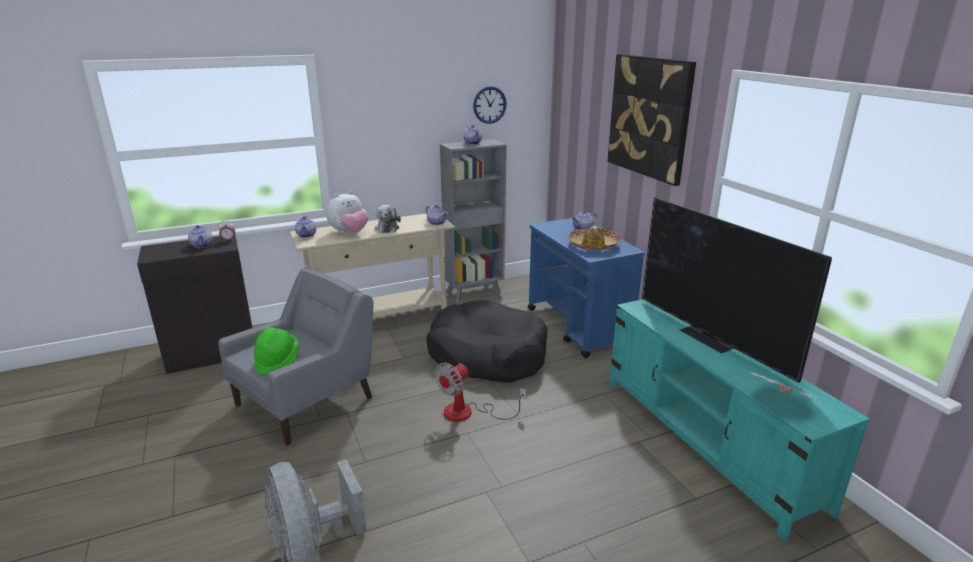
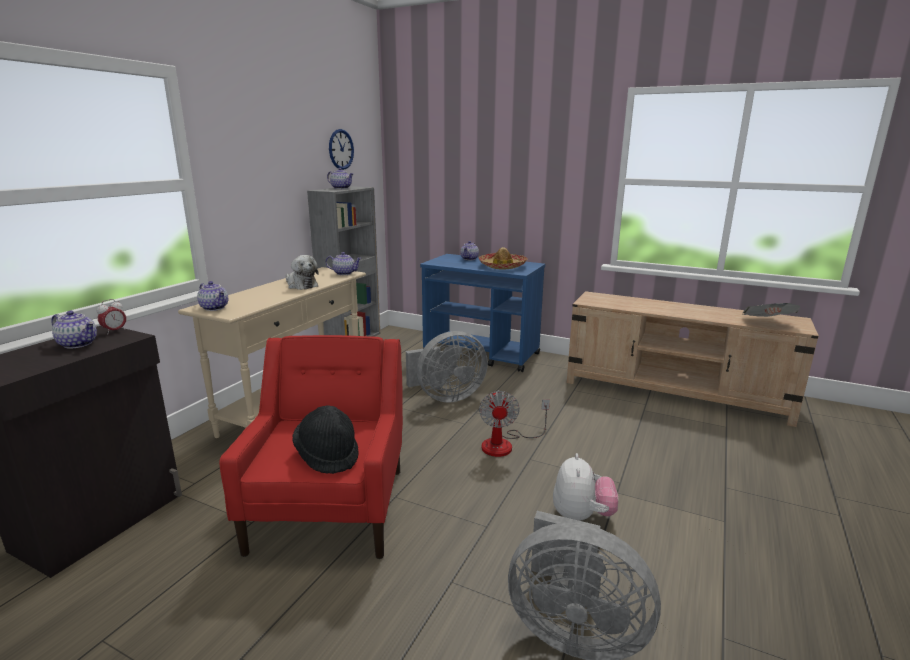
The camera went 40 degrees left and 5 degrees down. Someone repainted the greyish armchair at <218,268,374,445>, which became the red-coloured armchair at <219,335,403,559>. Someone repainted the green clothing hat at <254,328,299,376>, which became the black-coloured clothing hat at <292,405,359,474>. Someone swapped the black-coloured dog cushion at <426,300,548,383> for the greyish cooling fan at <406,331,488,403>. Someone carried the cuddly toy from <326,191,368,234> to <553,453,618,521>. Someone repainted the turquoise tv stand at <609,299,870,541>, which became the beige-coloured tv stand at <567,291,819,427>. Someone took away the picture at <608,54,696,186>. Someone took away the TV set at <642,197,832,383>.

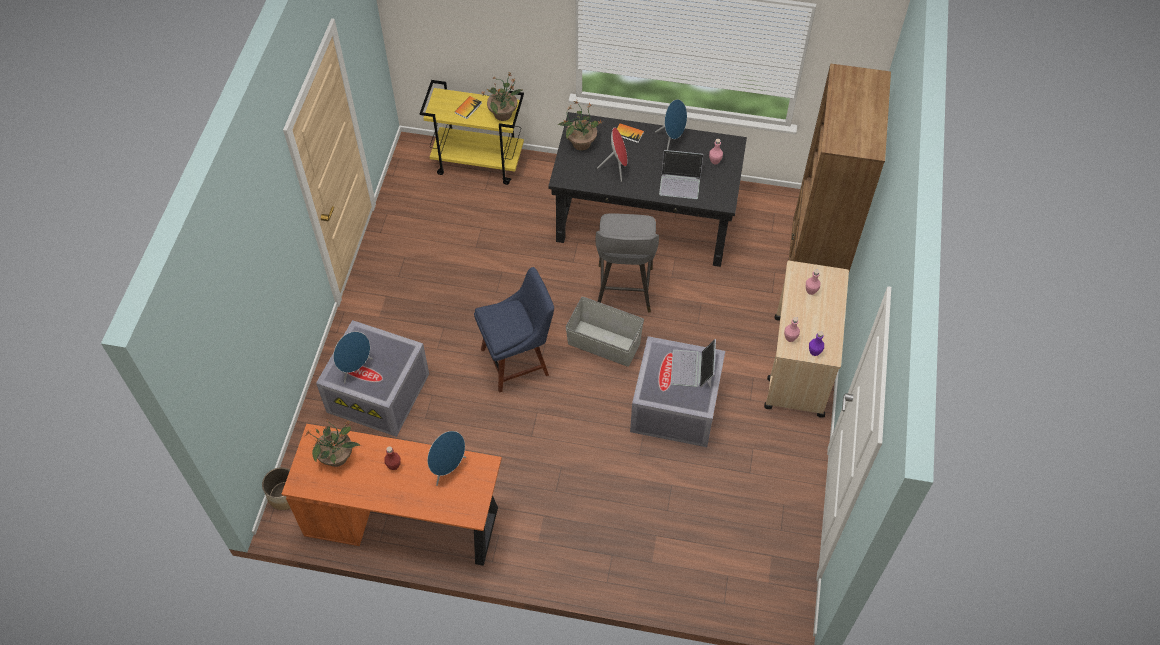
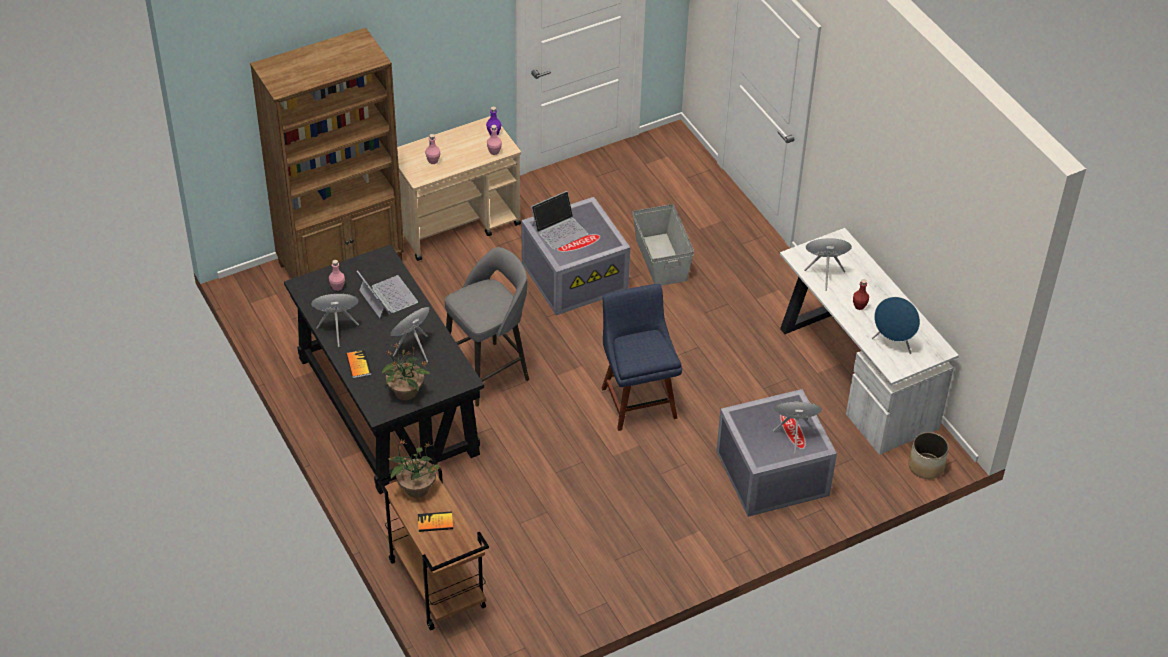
The camera went 130 degrees left and 10 degrees down. Someone repainted the yellow-coloured wheeled cart at <420,80,524,185>, which became the brown-coloured wheeled cart at <377,457,489,631>. Someone rotated the blue upright chair at <474,267,554,393> by 45 degrees clockwise. Someone carried the greyish storage bin from <566,297,644,367> to <632,204,694,286>. Someone repainted the orangey desk at <282,424,502,566>, which became the white-coloured desk at <780,228,959,455>. Someone swapped the houseplant at <304,419,361,467> for the blue audio speaker at <872,297,920,354>.

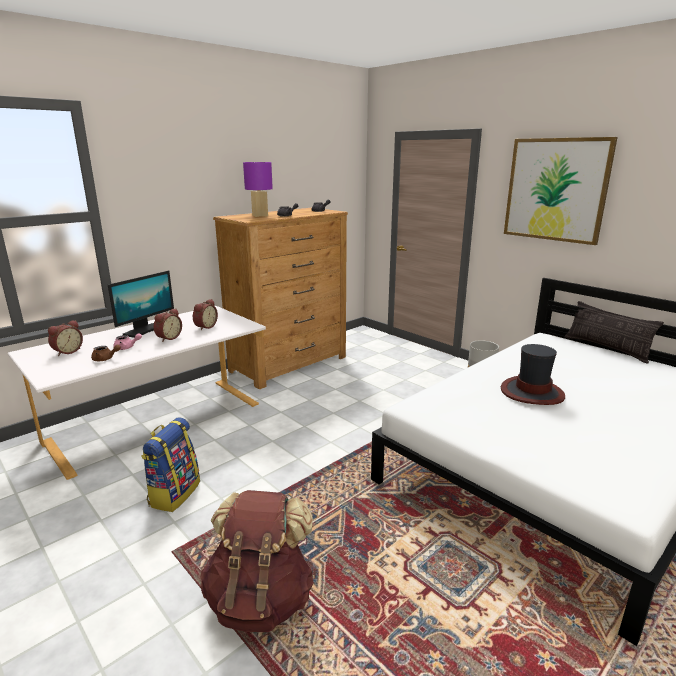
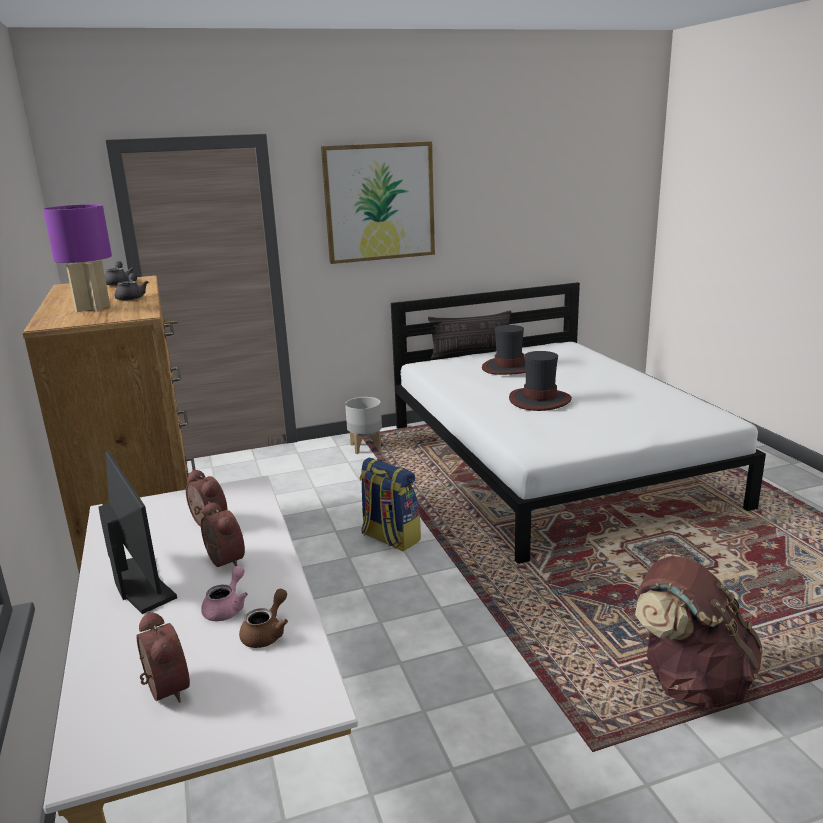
The camera went 65 degrees left and 0 degrees up. Someone carried the backpack from <141,417,200,512> to <360,458,421,551>. Someone put down the clothing hat at <482,325,526,375>.

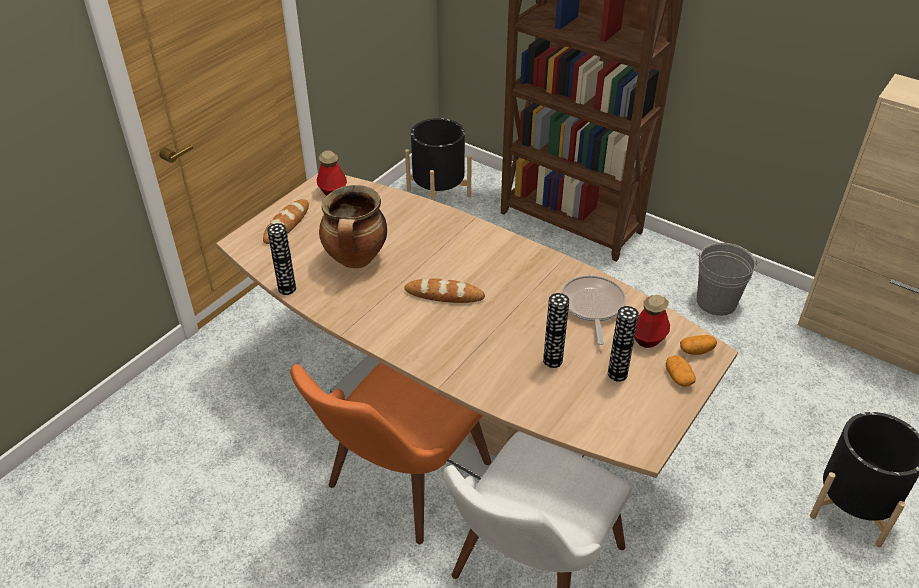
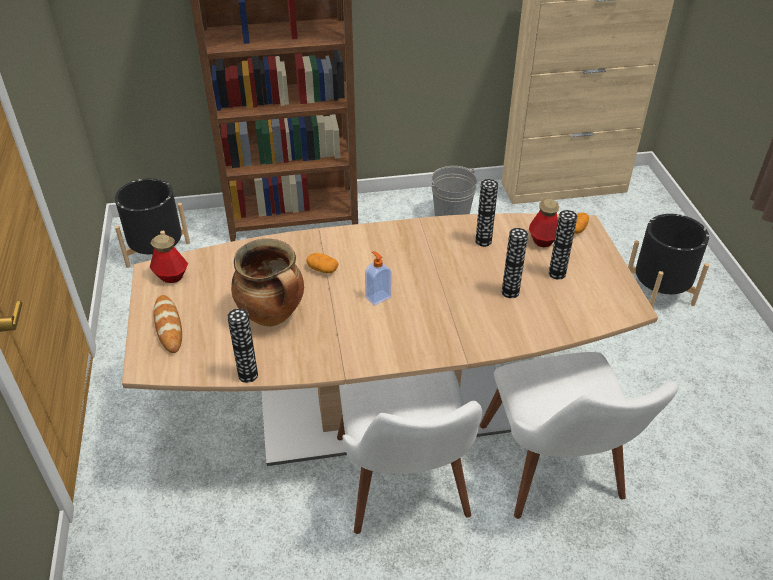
The camera went 45 degrees left and 0 degrees up. Someone carried the whole potato from <666,355,696,387> to <306,253,338,273>. Someone repainted the orangey upright chair at <290,362,492,544>, which became the white-coloured upright chair at <337,371,482,534>. Someone swapped the bread at <404,278,485,303> for the liquid soap bottle at <365,251,391,306>. Someone swapped the frying pan at <561,275,626,345> for the decorative vase at <475,179,498,247>.

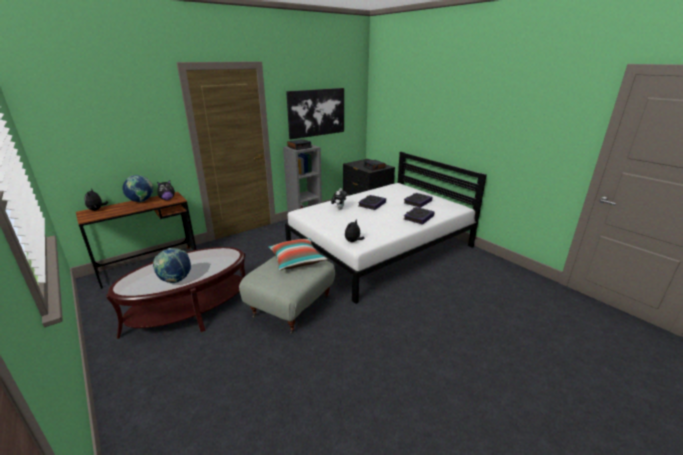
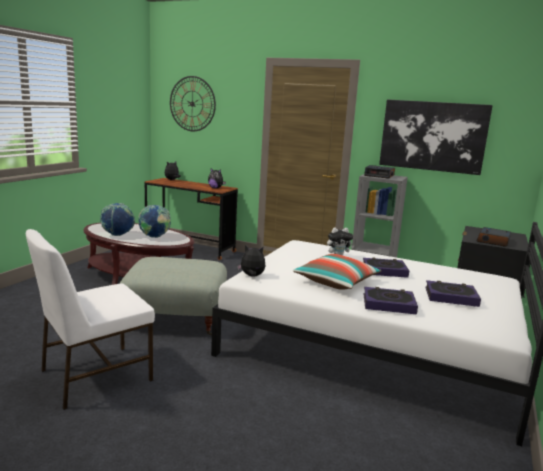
The camera went 60 degrees right and 10 degrees down. Someone put down the white-coloured upright chair at <26,229,155,410>. Someone carried the globe from <122,175,154,202> to <139,205,171,238>. Someone put up the clock on the wall at <170,76,216,131>. Someone carried the throw pillow from <268,238,327,270> to <293,254,381,290>.

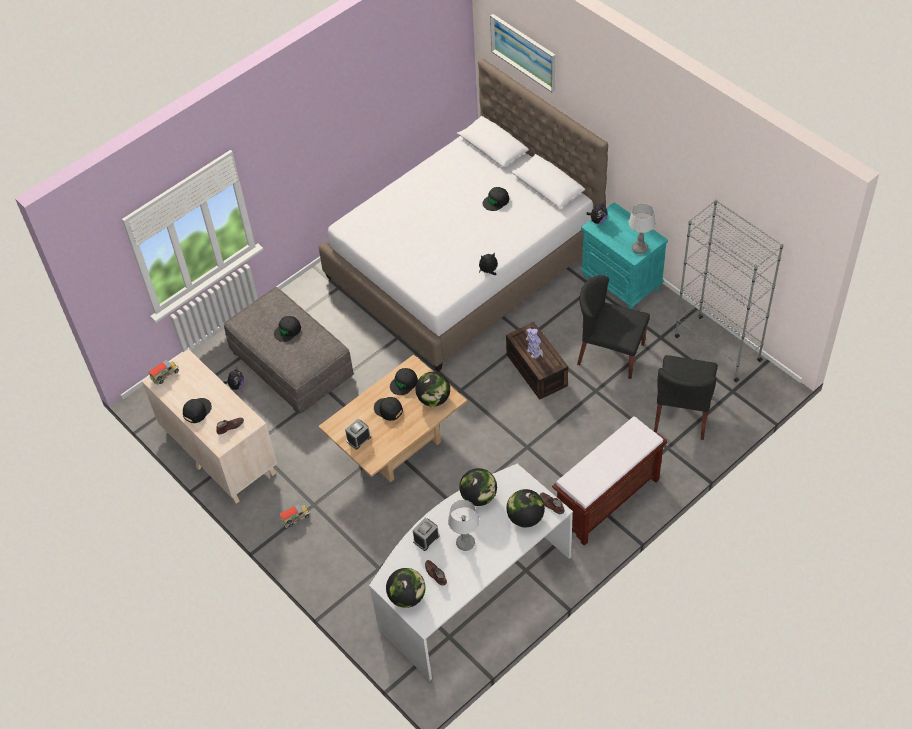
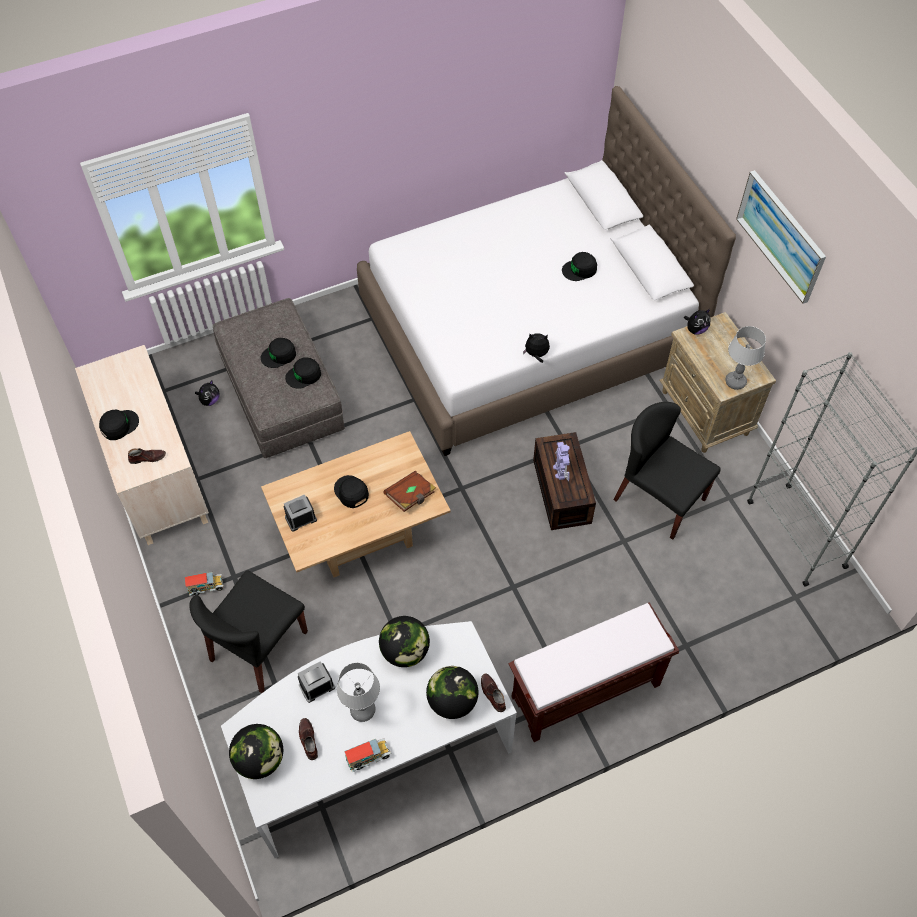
The camera went 15 degrees right and 5 degrees up. Someone carried the black-coloured upright chair from <654,355,718,440> to <189,570,308,693>. Someone carried the black-coloured cap from <390,368,418,395> to <285,357,321,389>. Someone carried the model truck from <148,360,179,385> to <344,738,391,773>. Someone swapped the globe at <415,372,450,407> for the brown-coloured bound book at <383,471,436,512>. Someone repainted the turquoise bedside table at <579,202,668,309>, which became the beige-coloured bedside table at <660,312,776,453>. Someone carried the picture from <490,14,555,92> to <736,170,826,304>.

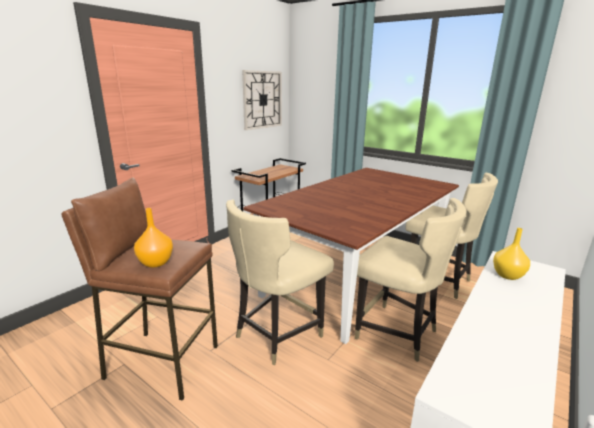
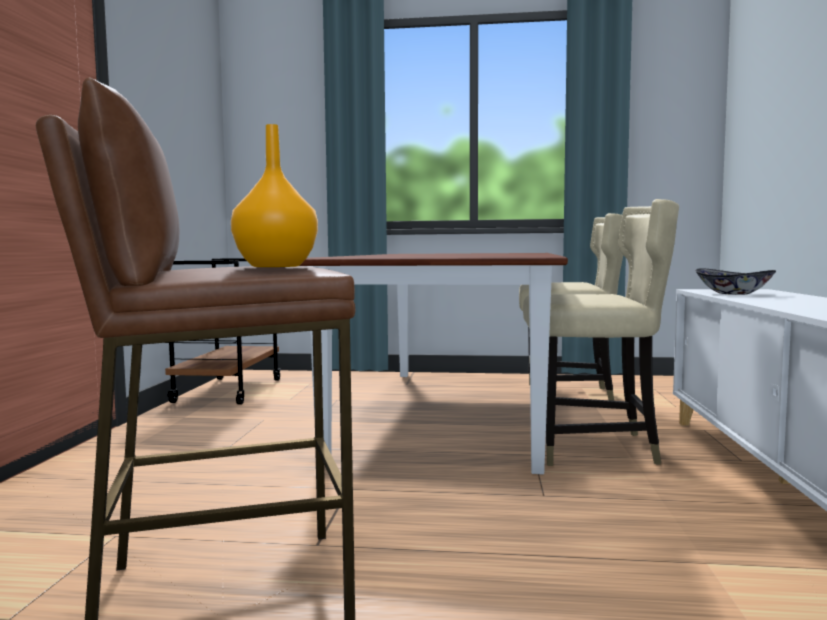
The camera went 30 degrees left and 15 degrees down. Someone swapped the yellow-coloured decorative vase at <493,228,530,280> for the bowl at <695,268,776,295>. Someone took away the beige-coloured upright chair at <226,200,334,365>. Someone took away the clock on the wall at <242,70,281,130>.

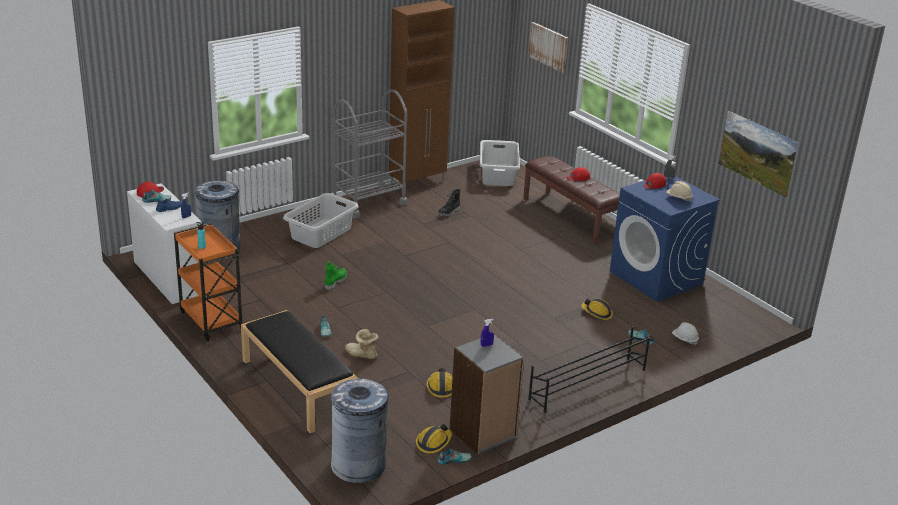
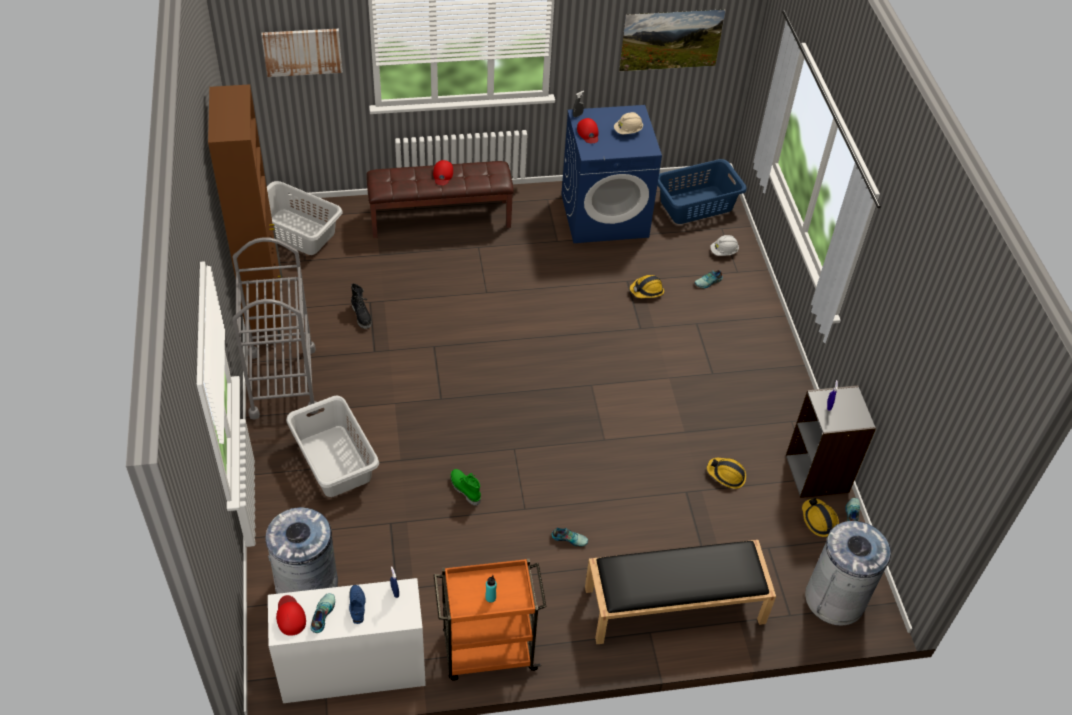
The camera went 65 degrees left and 20 degrees up. Someone put down the blue washing basket at <658,159,747,224>. Someone took away the high-top boot at <345,329,379,359>. Someone took away the black-coloured shoe rack at <528,326,650,413>.

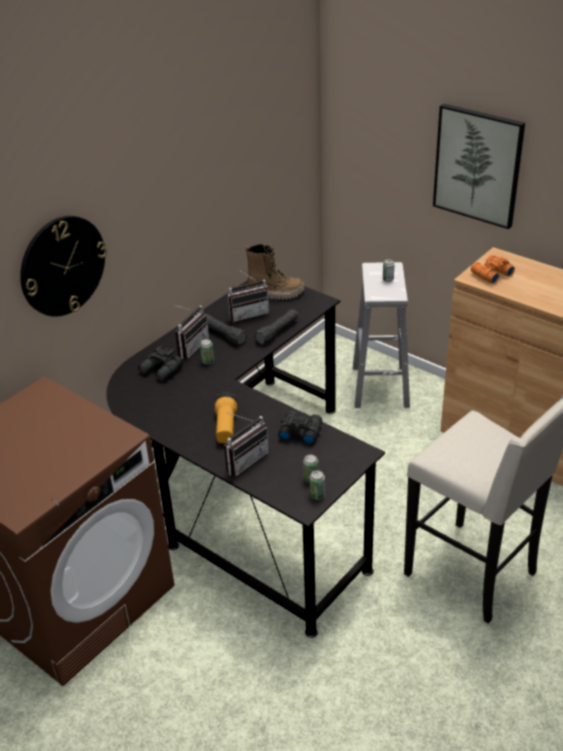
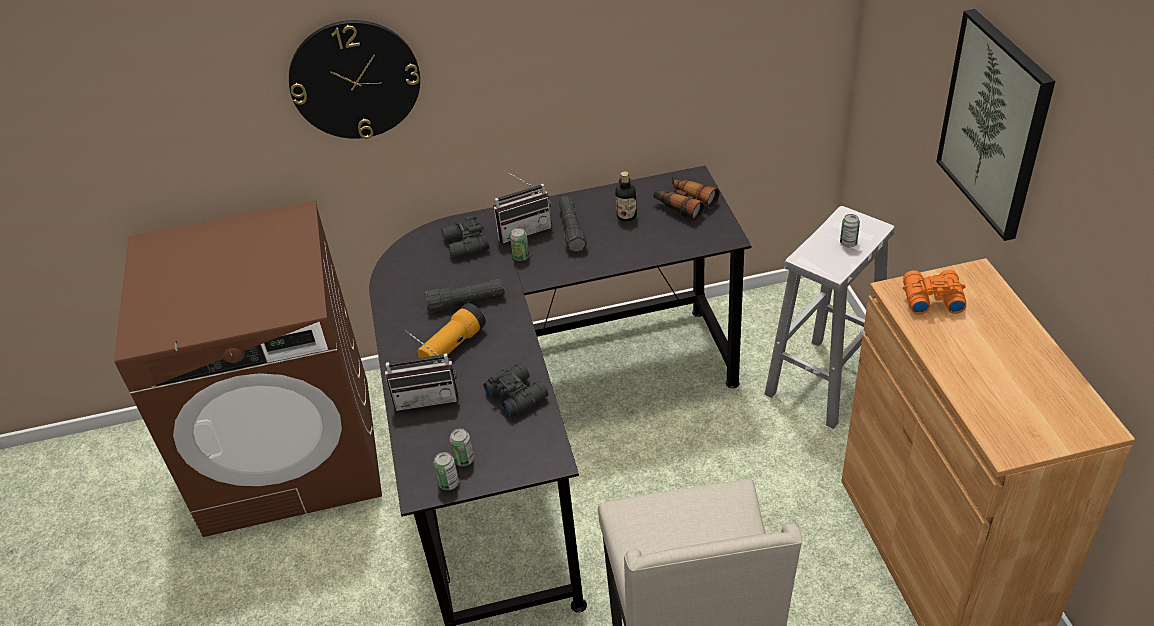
The camera went 40 degrees right and 5 degrees up. Someone carried the black-coloured hand torch from <254,309,299,345> to <424,279,505,312>. Someone swapped the radio receiver at <227,269,270,322> for the bottle at <615,171,637,222>. Someone swapped the high-top boot at <245,244,304,300> for the pair of binoculars at <654,177,720,222>.

